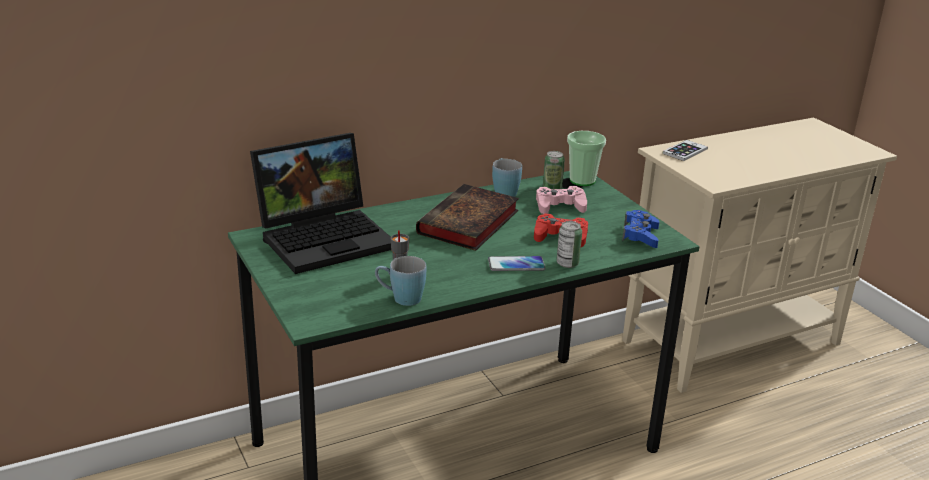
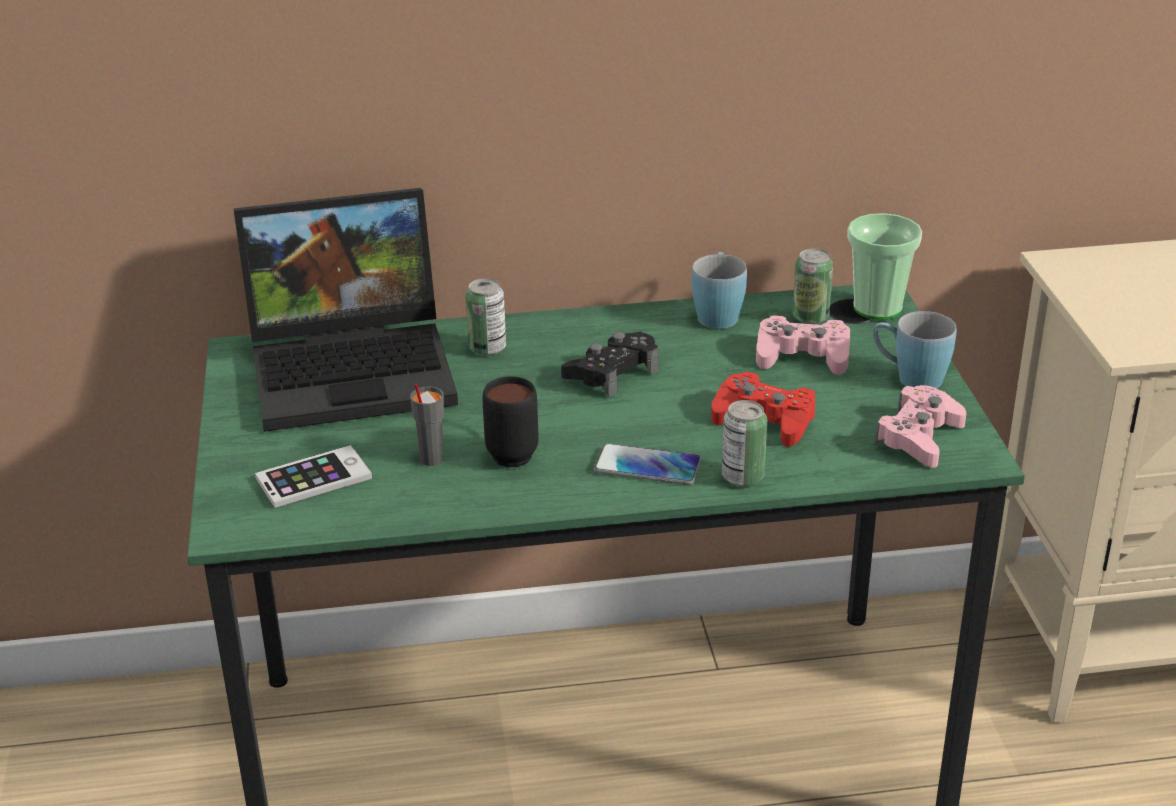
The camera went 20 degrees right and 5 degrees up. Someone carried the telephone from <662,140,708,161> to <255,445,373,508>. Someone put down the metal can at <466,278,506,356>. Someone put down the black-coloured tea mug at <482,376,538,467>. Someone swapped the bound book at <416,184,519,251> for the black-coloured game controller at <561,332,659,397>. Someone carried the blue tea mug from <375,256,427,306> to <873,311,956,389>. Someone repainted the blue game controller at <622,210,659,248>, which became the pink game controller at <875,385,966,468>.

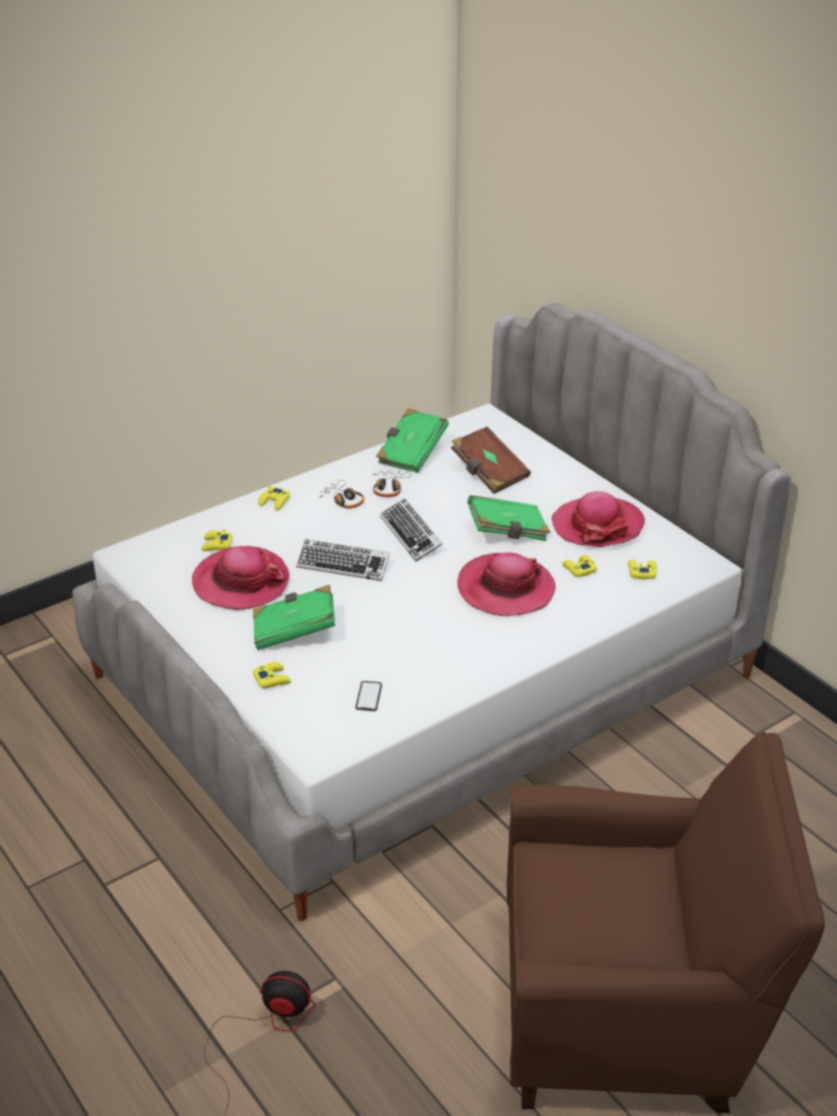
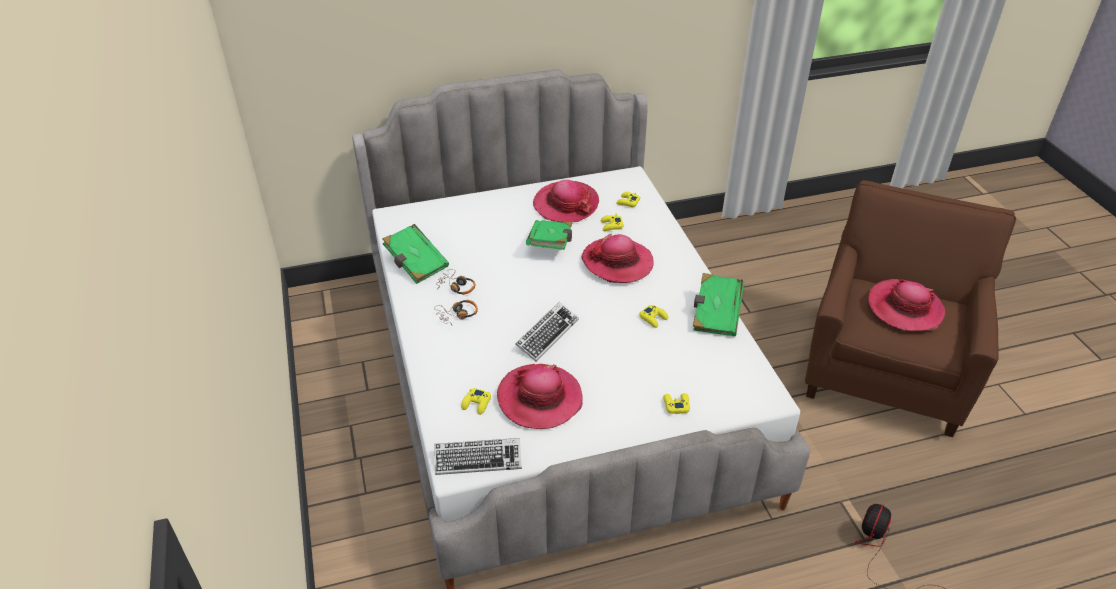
The camera went 70 degrees left and 5 degrees up. Someone carried the PC keyboard from <380,499,443,561> to <435,438,522,475>. Someone carried the yellow-coloured game controller from <258,486,290,510> to <639,305,668,328>. Someone carried the green bound book from <253,585,335,650> to <693,273,744,336>. Someone put down the clothing hat at <868,279,945,331>. Someone took away the telephone at <355,681,382,711>. Someone took away the brown-coloured bound book at <451,427,531,494>.

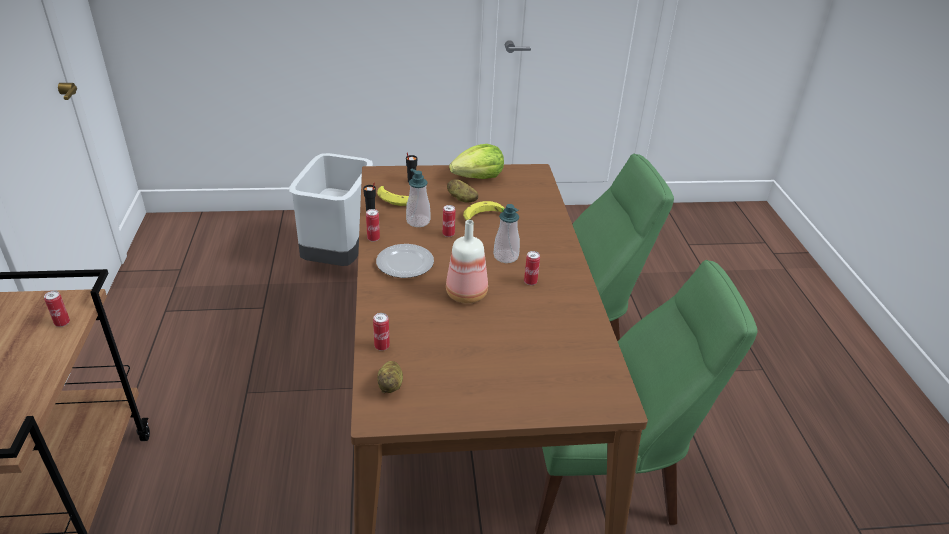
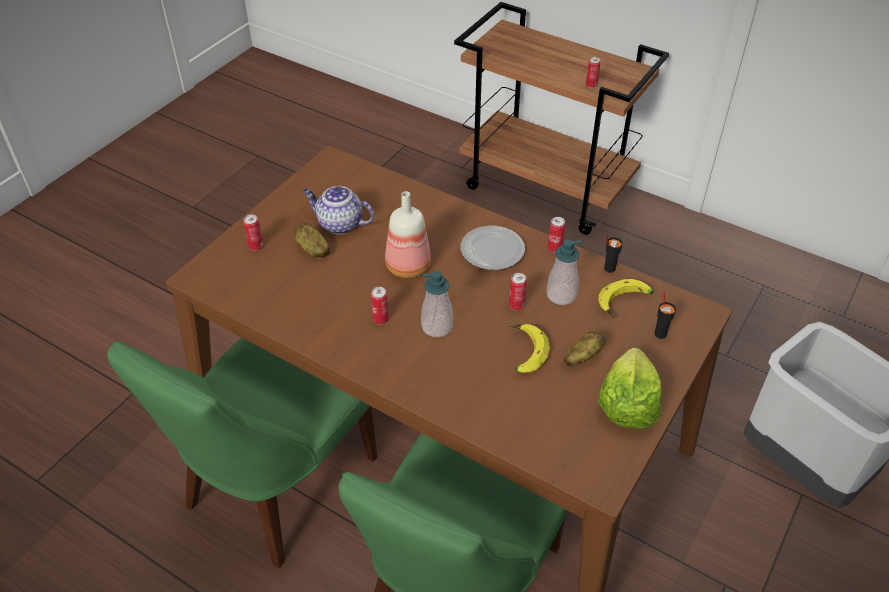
The camera went 130 degrees right and 10 degrees up. Someone carried the metal can from <373,313,390,351> to <243,215,263,251>. Someone carried the whole potato from <377,361,403,393> to <294,223,330,257>. Someone put down the tea pot at <303,186,374,234>.

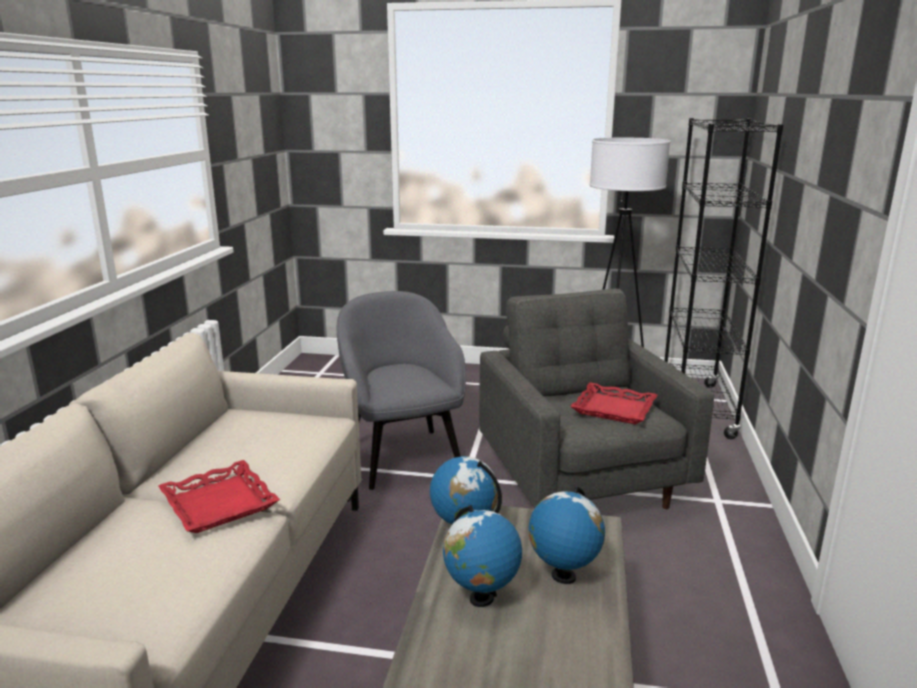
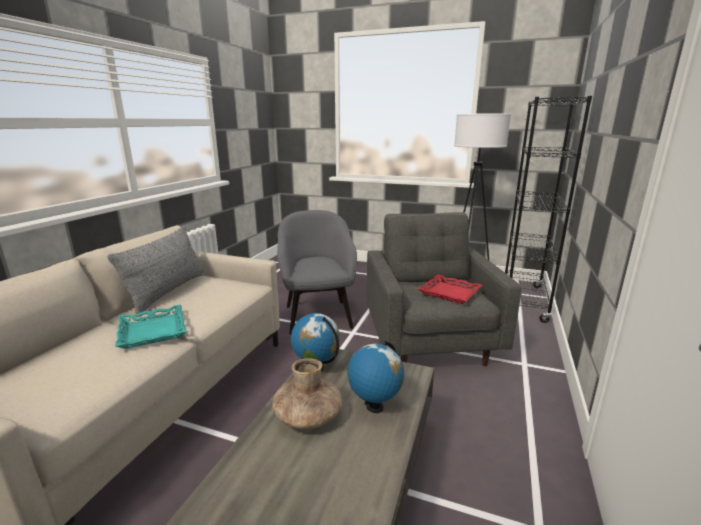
The camera went 10 degrees right and 0 degrees up. Someone put down the greyish throw pillow at <107,226,207,314>. Someone repainted the red-coloured serving tray at <158,460,280,533>, which became the turquoise serving tray at <115,305,187,349>. Someone swapped the globe at <443,505,522,607> for the brown-coloured decorative vase at <272,358,342,429>.

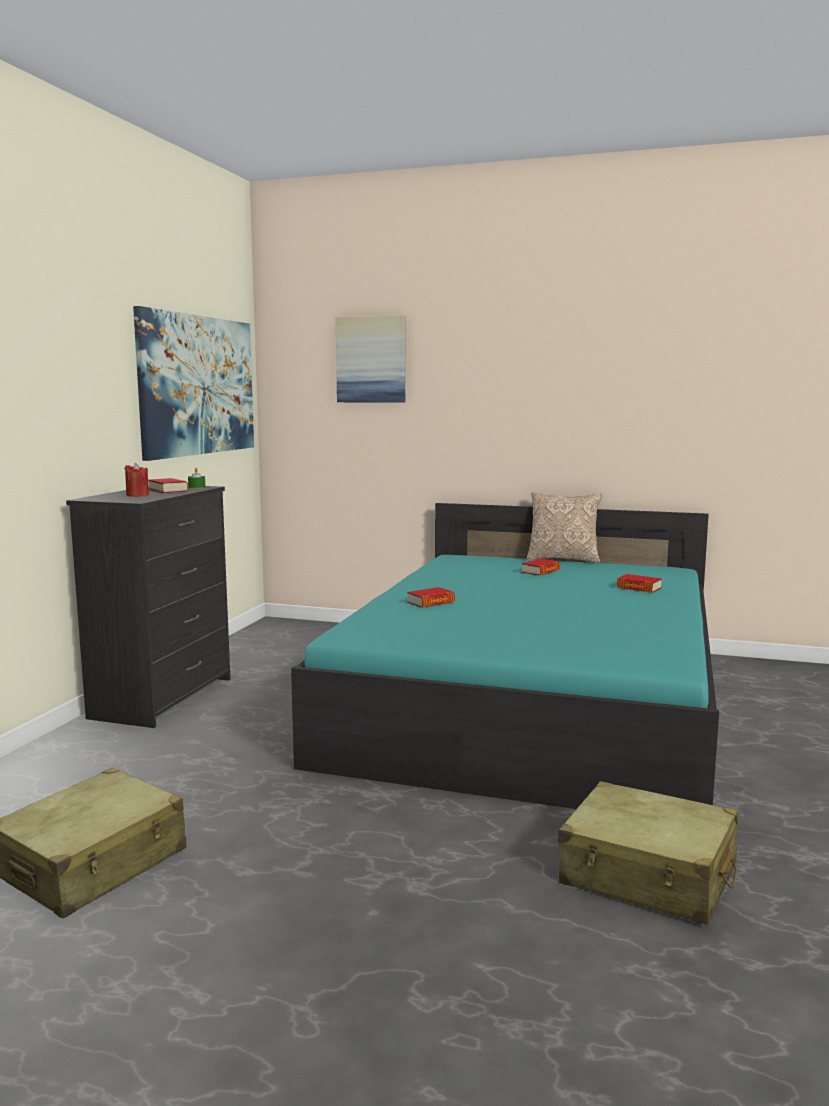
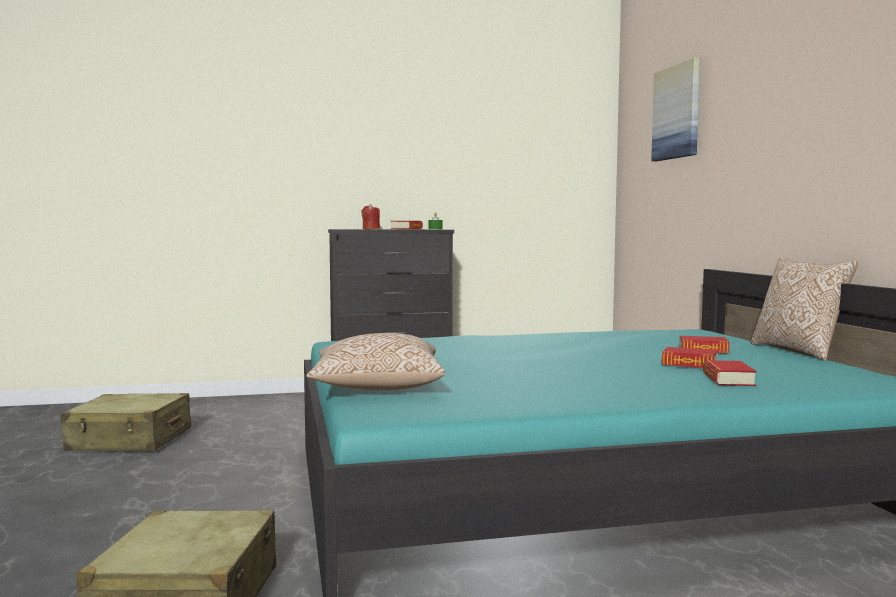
The camera went 60 degrees right and 5 degrees down. Someone put down the throw pillow at <306,333,445,390>. Someone carried the bound book from <407,587,455,608> to <662,347,717,368>. Someone took away the picture at <133,306,254,461>.

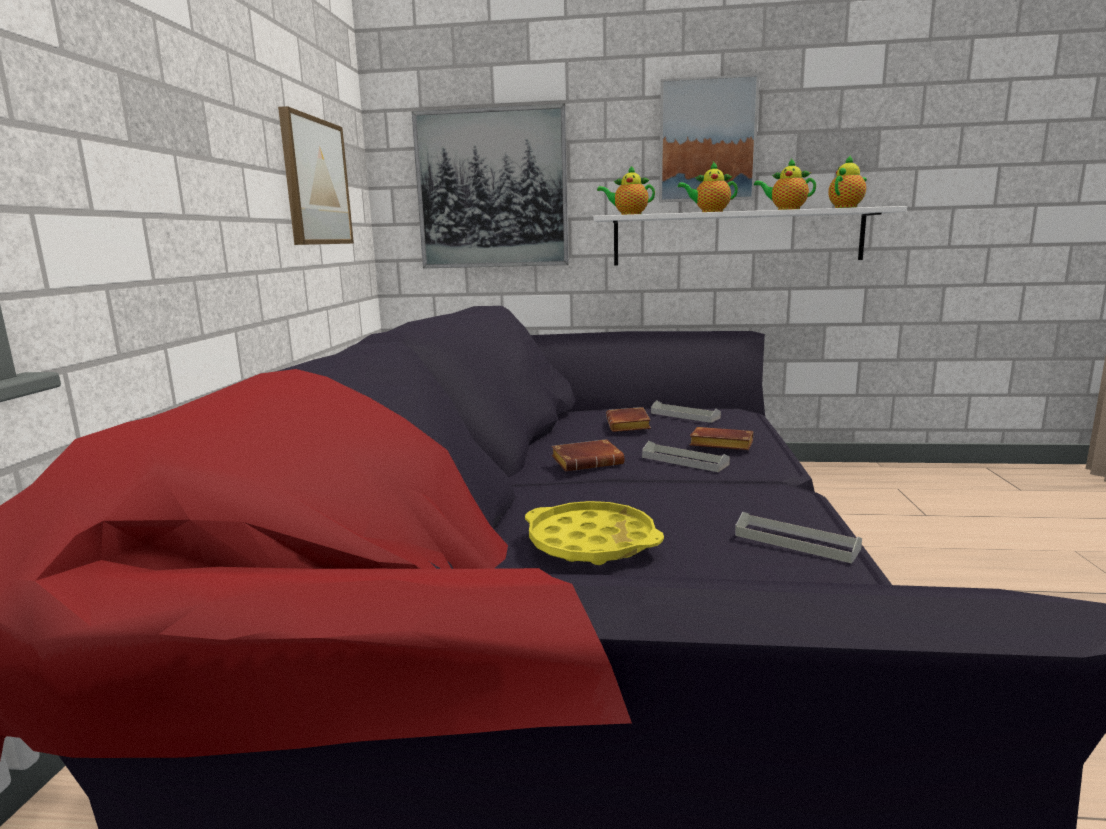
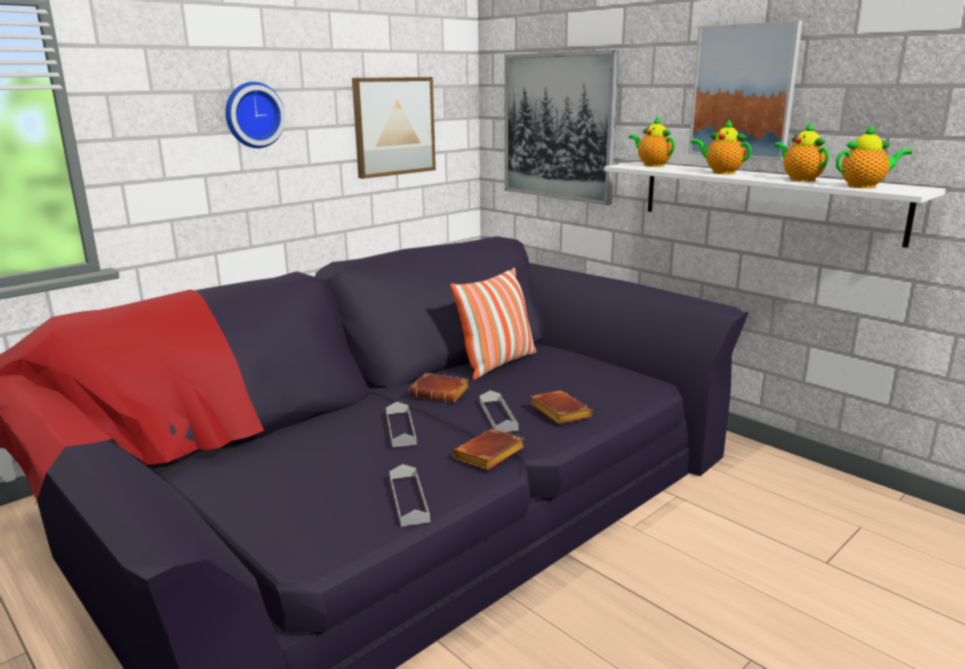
The camera went 40 degrees right and 5 degrees up. Someone put up the clock on the wall at <225,82,285,148>. Someone carried the greyish serving tray from <651,400,721,423> to <386,402,417,447>. Someone put down the throw pillow at <450,268,536,380>. Someone carried the brown-coloured bound book from <606,407,651,432> to <453,428,525,470>. Someone took away the yellow-coloured serving tray at <525,501,664,565>.

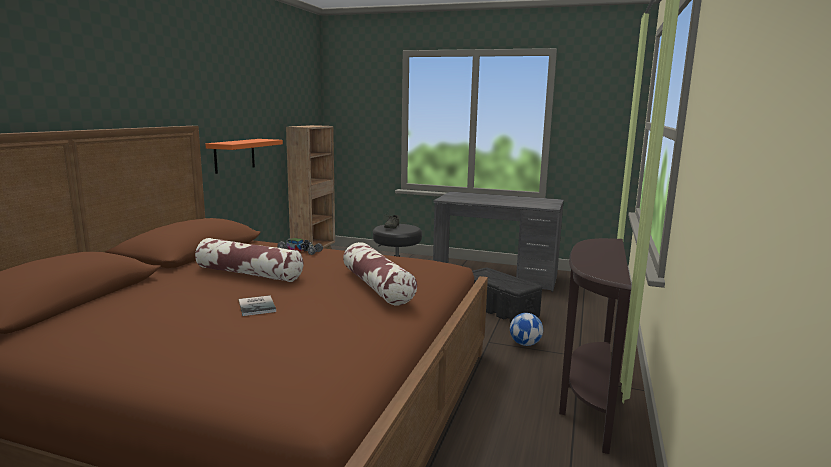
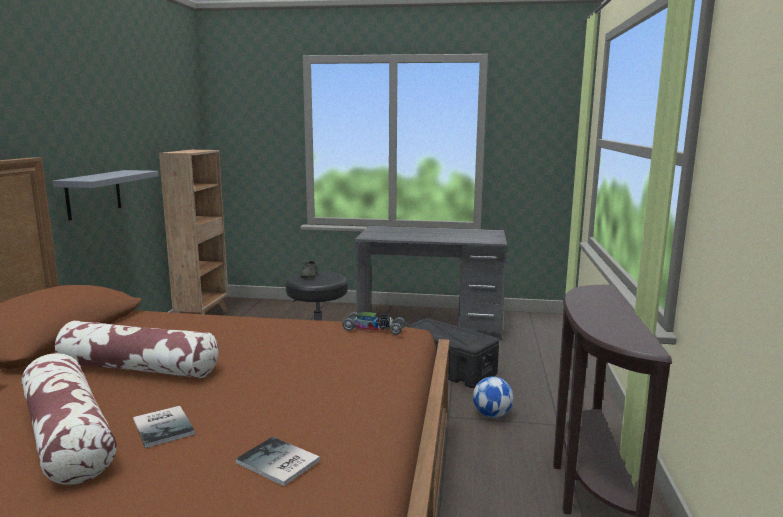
The camera went 10 degrees left and 0 degrees up. Someone carried the throw pillow from <343,242,417,306> to <22,353,117,485>. Someone repainted the orangey wall shelf at <205,139,283,174>, which became the greyish wall shelf at <52,170,158,220>. Someone put down the bound book at <236,437,320,486>. Someone carried the model car from <277,238,323,255> to <342,312,405,335>.

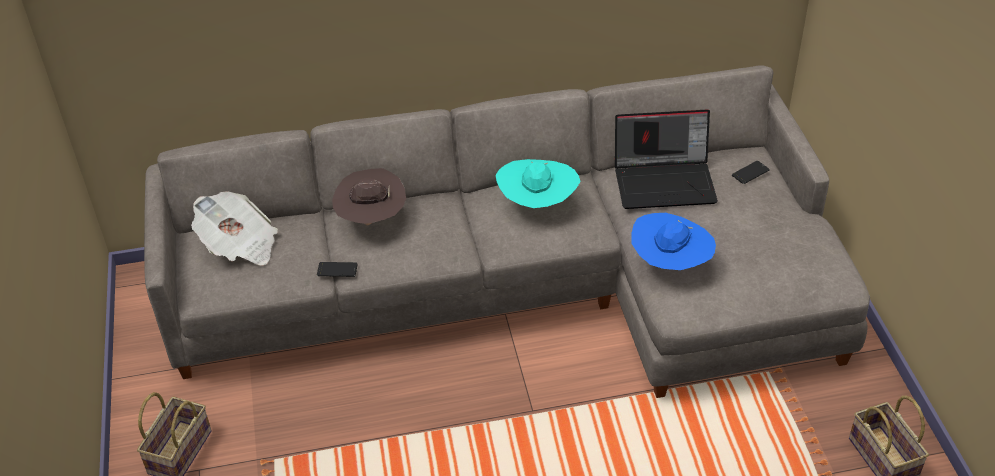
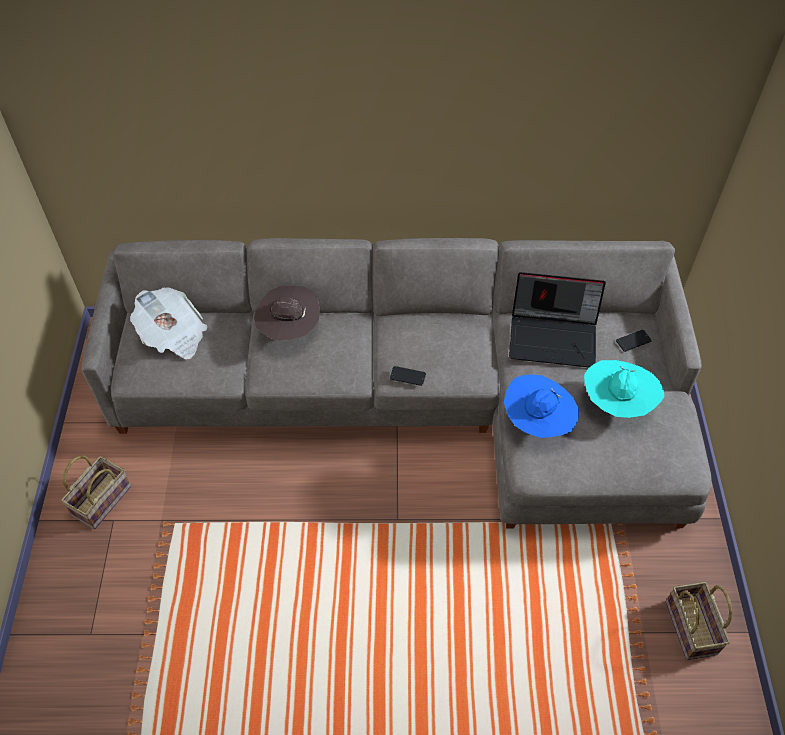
The camera went 10 degrees right and 10 degrees up. Someone carried the telephone from <317,262,358,277> to <390,366,426,386>. Someone carried the turquoise clothing hat from <496,159,580,208> to <584,360,665,418>.

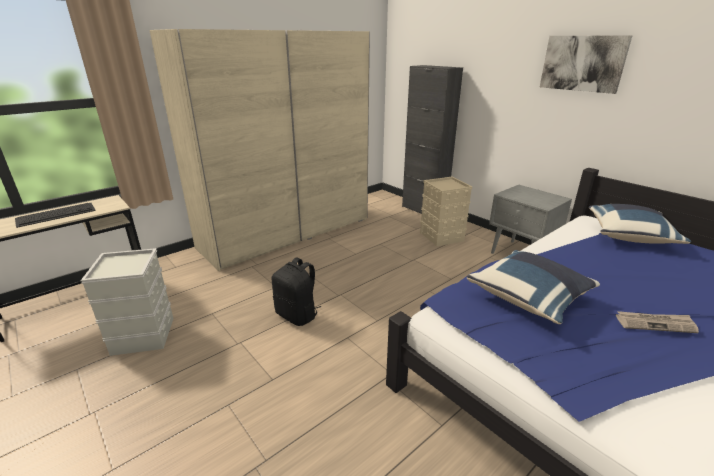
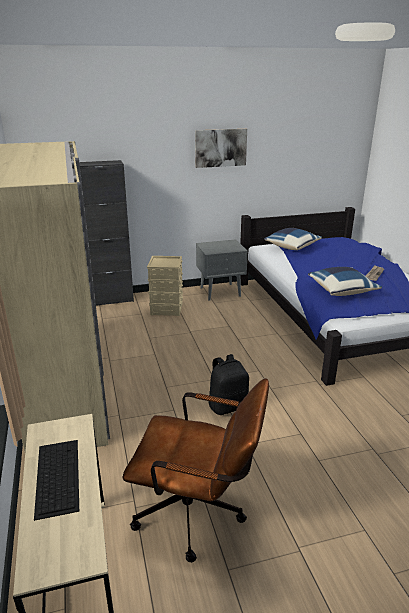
The camera went 65 degrees left and 0 degrees up. Someone swapped the greyish storage bin at <81,248,174,356> for the brown-coloured desk chair at <123,378,269,562>.

